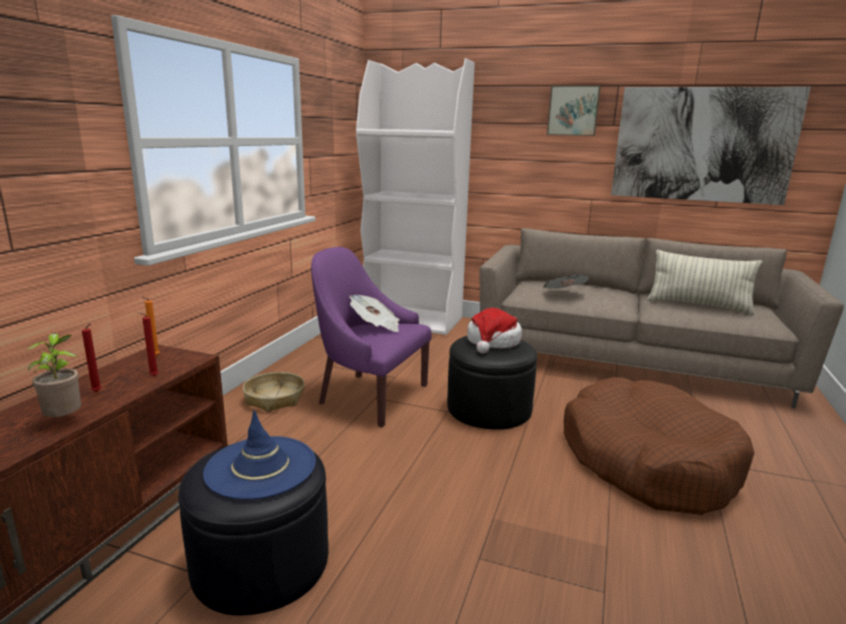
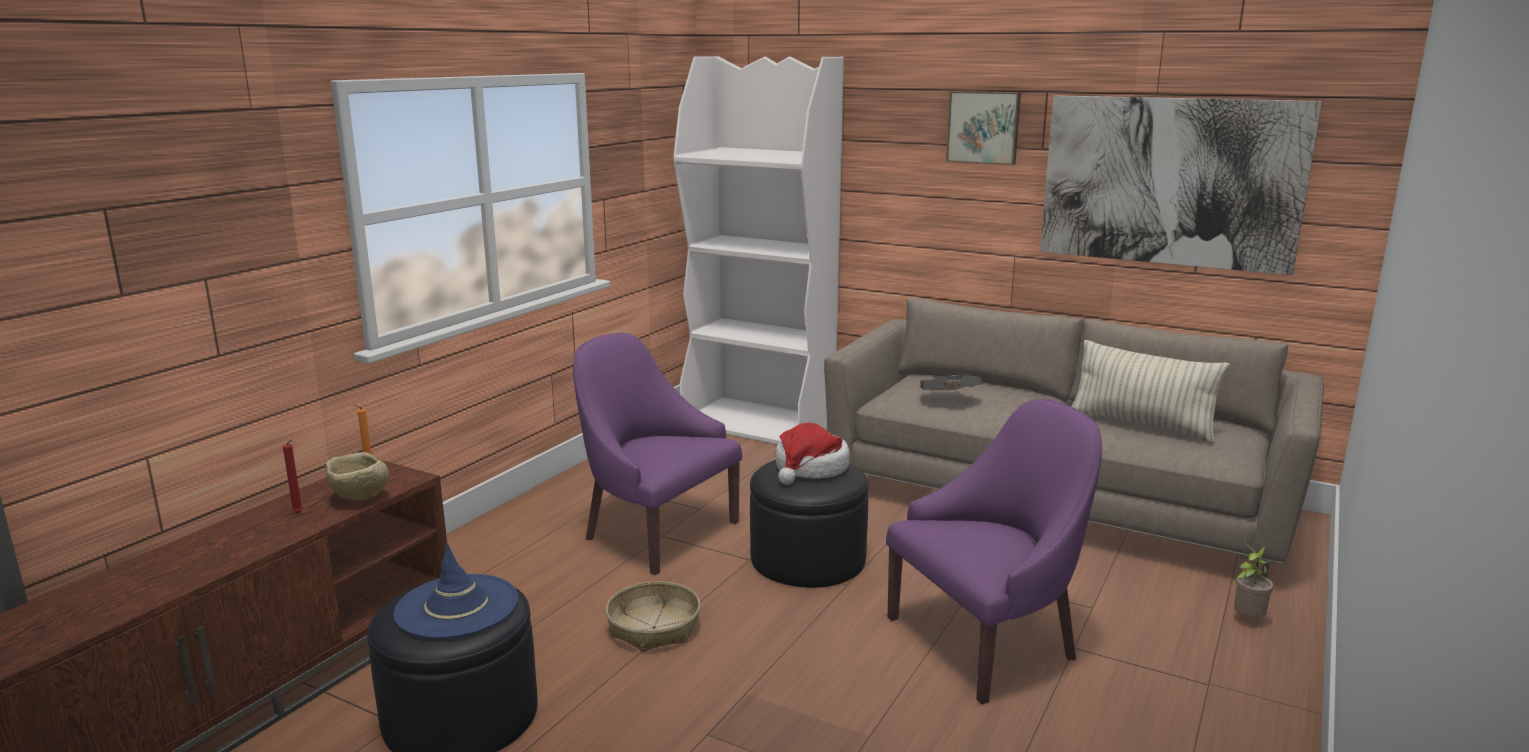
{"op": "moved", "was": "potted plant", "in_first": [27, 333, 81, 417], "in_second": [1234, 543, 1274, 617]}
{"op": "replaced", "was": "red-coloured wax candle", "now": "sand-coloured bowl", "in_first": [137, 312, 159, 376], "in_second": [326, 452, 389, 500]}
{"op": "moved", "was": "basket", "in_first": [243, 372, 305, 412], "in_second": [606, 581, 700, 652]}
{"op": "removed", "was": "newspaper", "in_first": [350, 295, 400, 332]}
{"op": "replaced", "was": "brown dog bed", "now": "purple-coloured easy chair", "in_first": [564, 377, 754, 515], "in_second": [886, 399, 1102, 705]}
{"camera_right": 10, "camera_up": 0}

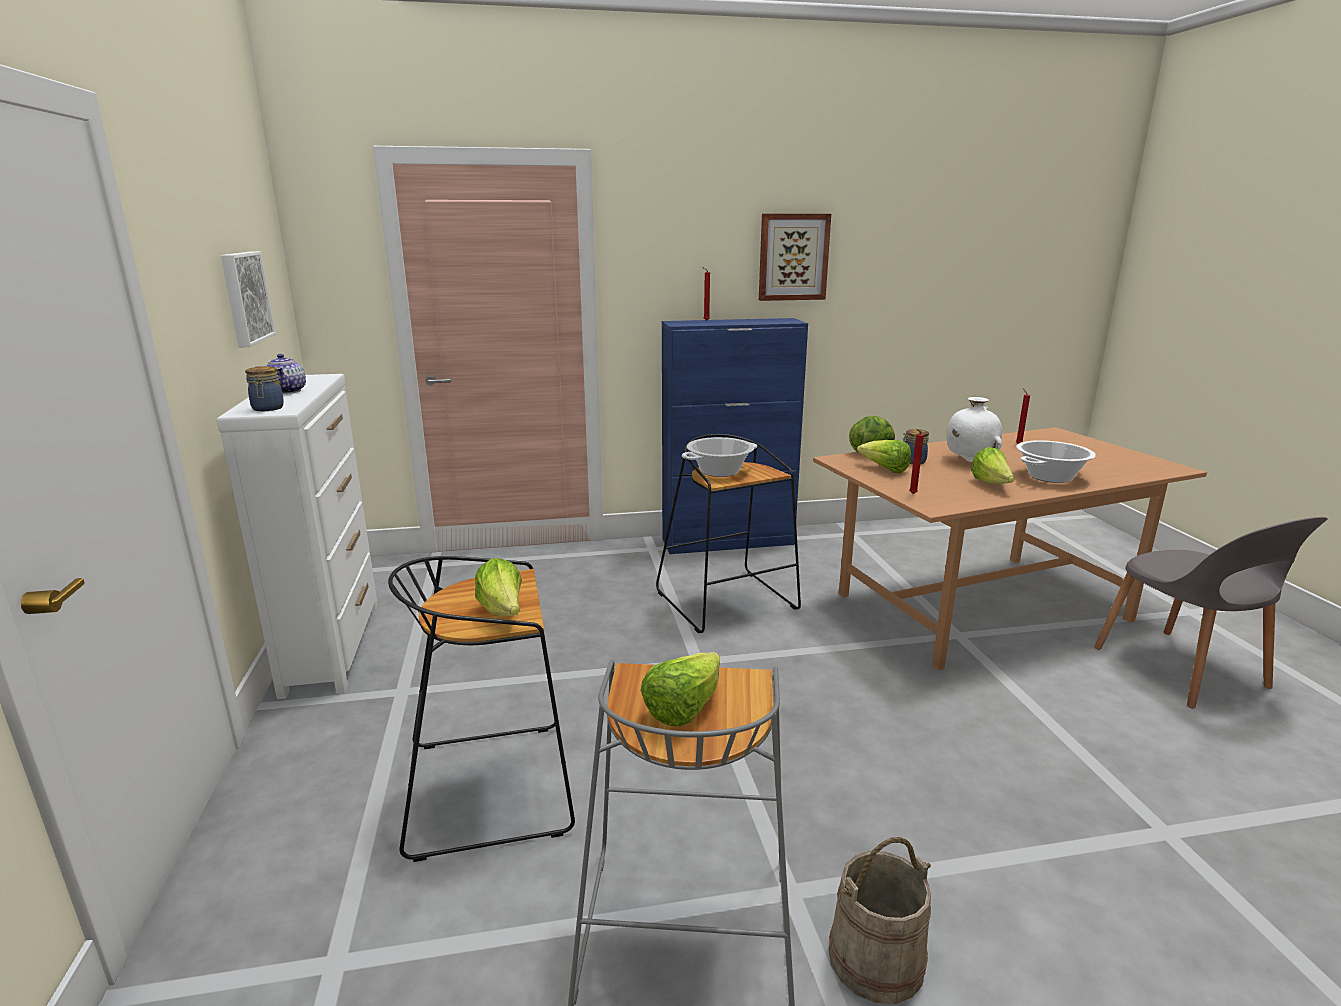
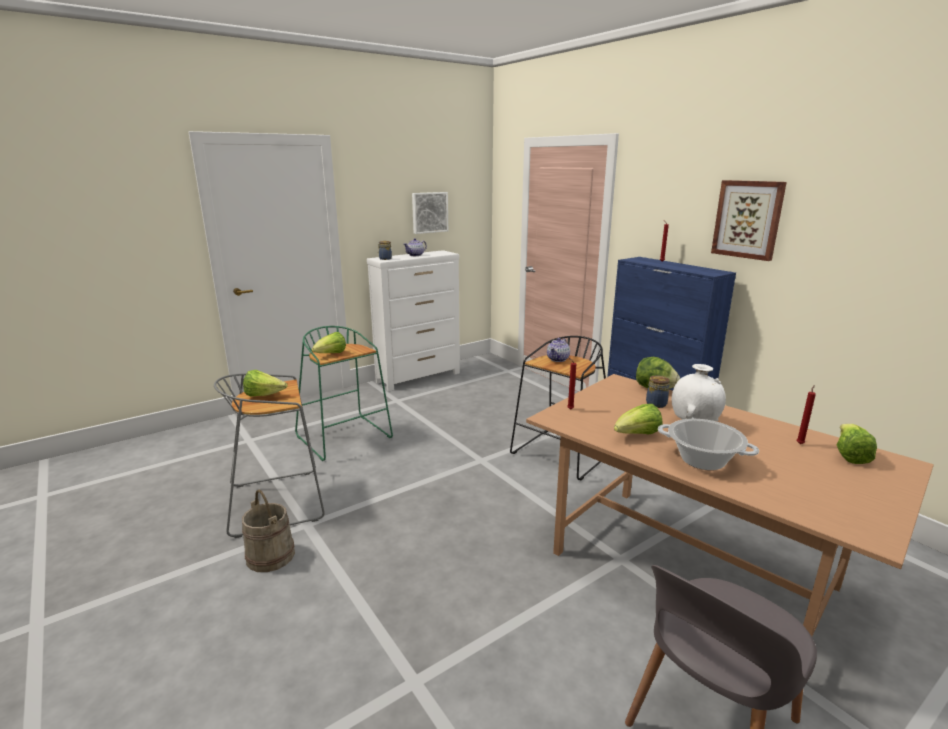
{"op": "recoloured", "was": "black-coloured stool", "now": "green stool", "in_first": [388, 556, 575, 862], "in_second": [295, 326, 393, 461]}
{"op": "replaced", "was": "stockpot", "now": "pot for tea", "in_first": [682, 437, 757, 477], "in_second": [547, 338, 570, 362]}
{"op": "moved", "was": "lettuce", "in_first": [857, 440, 911, 474], "in_second": [837, 424, 877, 464]}
{"camera_right": 65, "camera_up": 0}

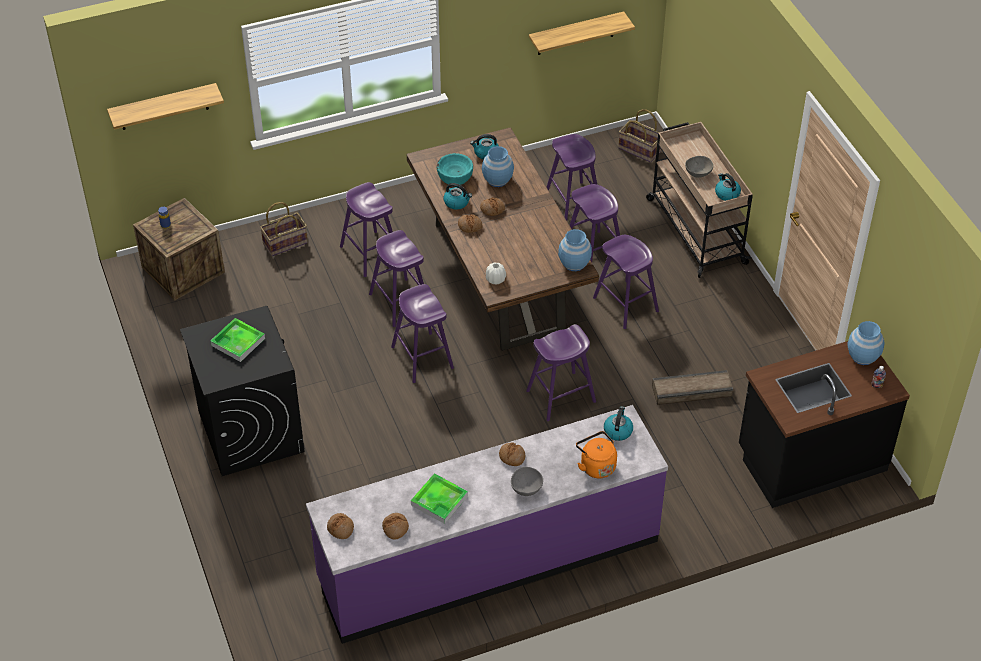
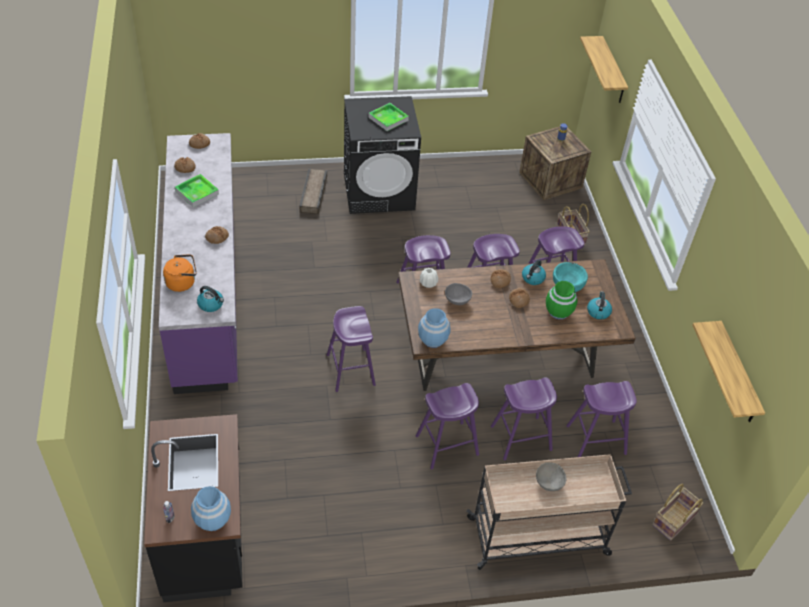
{"op": "recoloured", "was": "blue vase", "now": "green vase", "in_first": [482, 146, 514, 187], "in_second": [546, 281, 577, 319]}
{"op": "moved", "was": "grey bowl", "in_first": [511, 467, 543, 496], "in_second": [445, 283, 472, 305]}
{"op": "moved", "was": "crate", "in_first": [652, 370, 733, 405], "in_second": [299, 169, 327, 214]}
{"op": "removed", "was": "tea kettle", "in_first": [715, 173, 741, 201]}
{"camera_right": 100, "camera_up": 0}

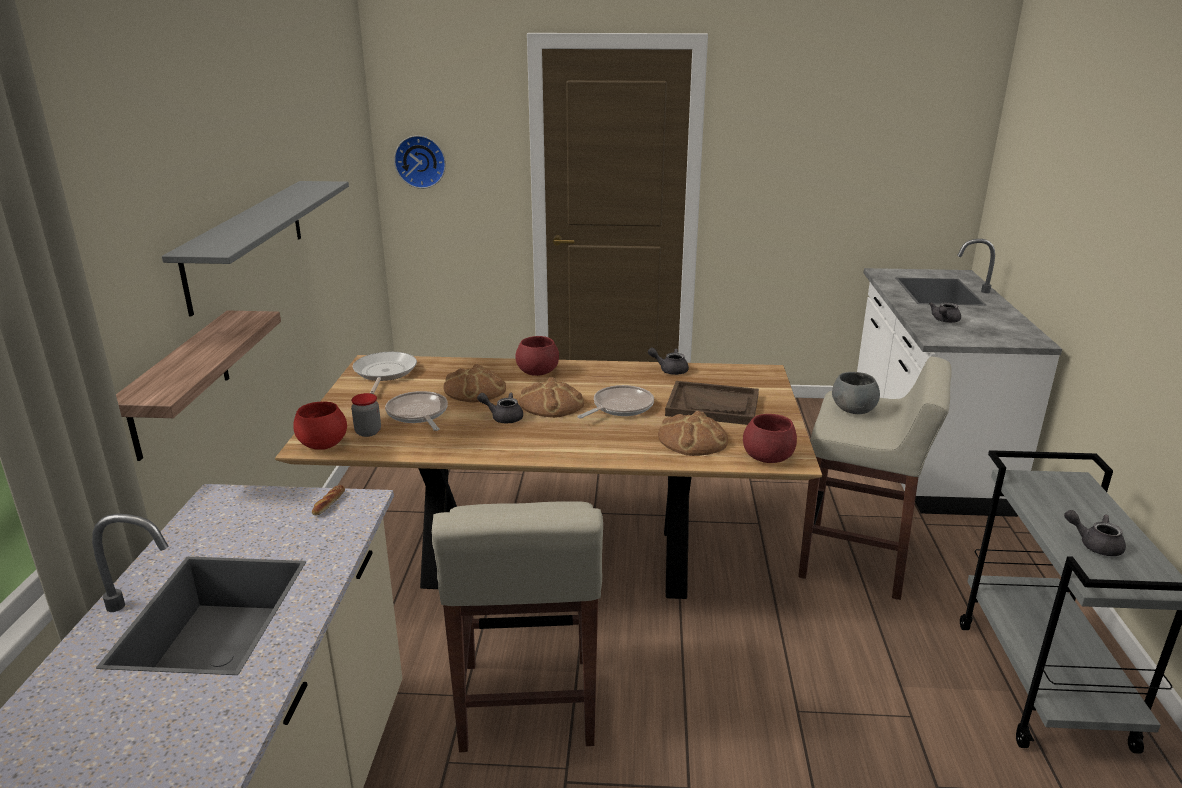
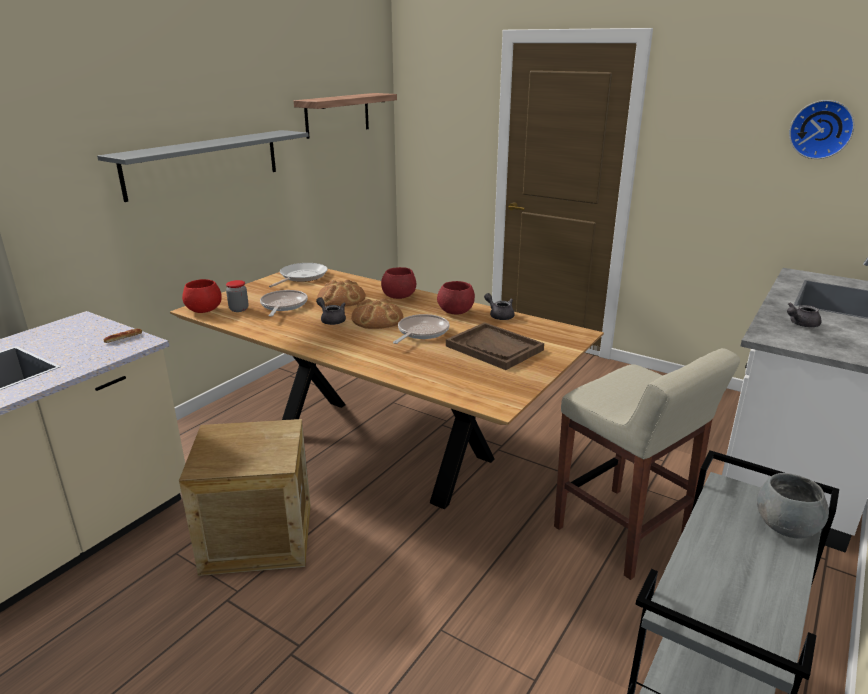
{"op": "moved", "was": "shelf", "in_first": [116, 310, 281, 461], "in_second": [294, 93, 397, 139]}
{"op": "moved", "was": "hanging clock", "in_first": [394, 135, 446, 189], "in_second": [789, 100, 855, 159]}
{"op": "replaced", "was": "sand-coloured stool", "now": "crate", "in_first": [432, 501, 603, 752], "in_second": [179, 419, 311, 576]}
{"op": "turned", "was": "skillet", "in_first": [577, 385, 654, 418], "in_second": [393, 314, 449, 344], "clockwise": -45}
{"op": "removed", "was": "bakery bread", "in_first": [658, 411, 728, 456]}
{"op": "moved", "was": "red-coloured bowl", "in_first": [743, 414, 797, 463], "in_second": [437, 281, 475, 315]}
{"op": "moved", "was": "grey bowl", "in_first": [832, 372, 880, 414], "in_second": [757, 473, 829, 539]}
{"op": "removed", "was": "grey pot for tea", "in_first": [1064, 510, 1126, 556]}
{"camera_right": 30, "camera_up": 0}

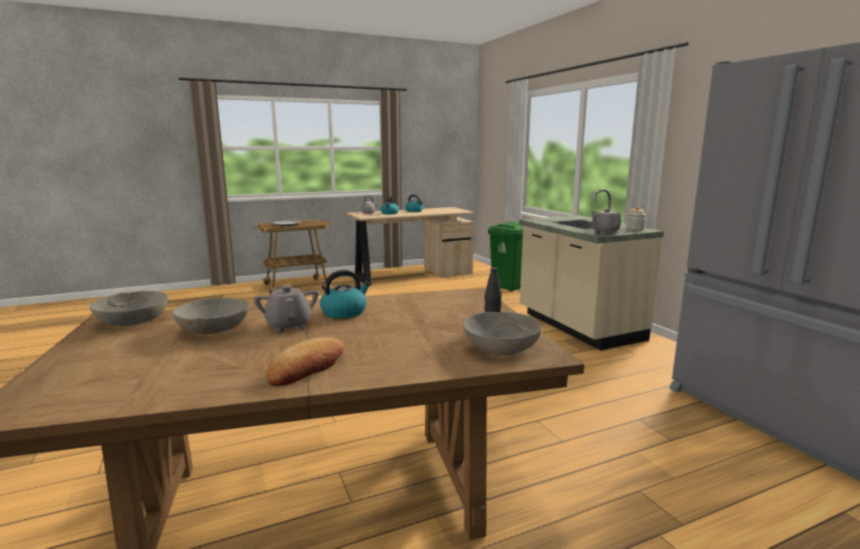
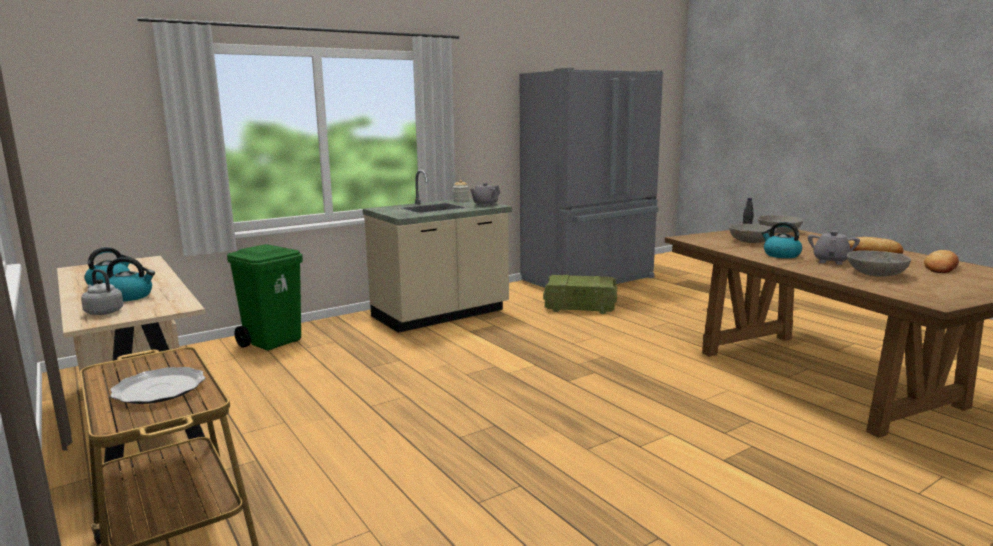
{"op": "moved", "was": "grey bowl", "in_first": [89, 291, 168, 326], "in_second": [729, 224, 777, 243]}
{"op": "turned", "was": "grey pot for tea", "in_first": [254, 285, 319, 332], "in_second": [808, 231, 860, 265], "clockwise": 150}
{"op": "added", "now": "crate", "in_second": [543, 275, 617, 314]}
{"op": "added", "now": "bakery bread", "in_second": [924, 250, 959, 273]}
{"camera_right": -100, "camera_up": 0}

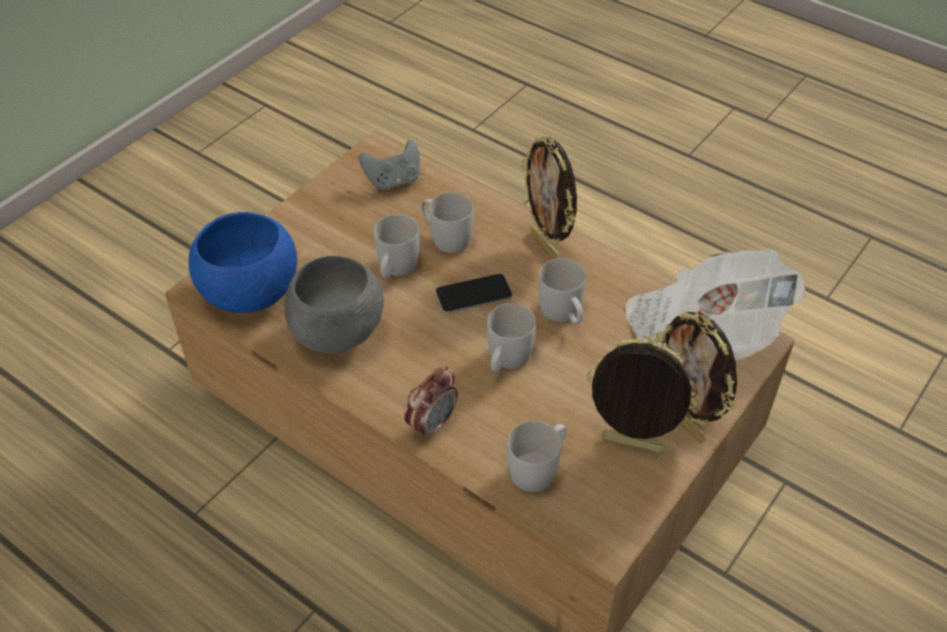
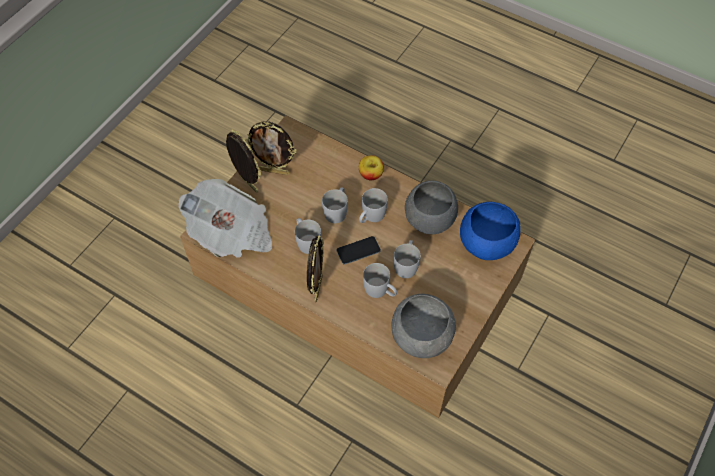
{"op": "replaced", "was": "grey gamepad", "now": "grey bowl", "in_first": [359, 140, 420, 191], "in_second": [392, 294, 456, 358]}
{"op": "replaced", "was": "alarm clock", "now": "whole apple", "in_first": [404, 366, 458, 440], "in_second": [359, 155, 384, 180]}
{"op": "moved", "was": "white-coloured tea mug", "in_first": [507, 421, 567, 492], "in_second": [359, 188, 388, 223]}
{"op": "turned", "was": "standing frame", "in_first": [522, 135, 577, 259], "in_second": [307, 236, 324, 303], "clockwise": 45}
{"camera_right": 175, "camera_up": 10}

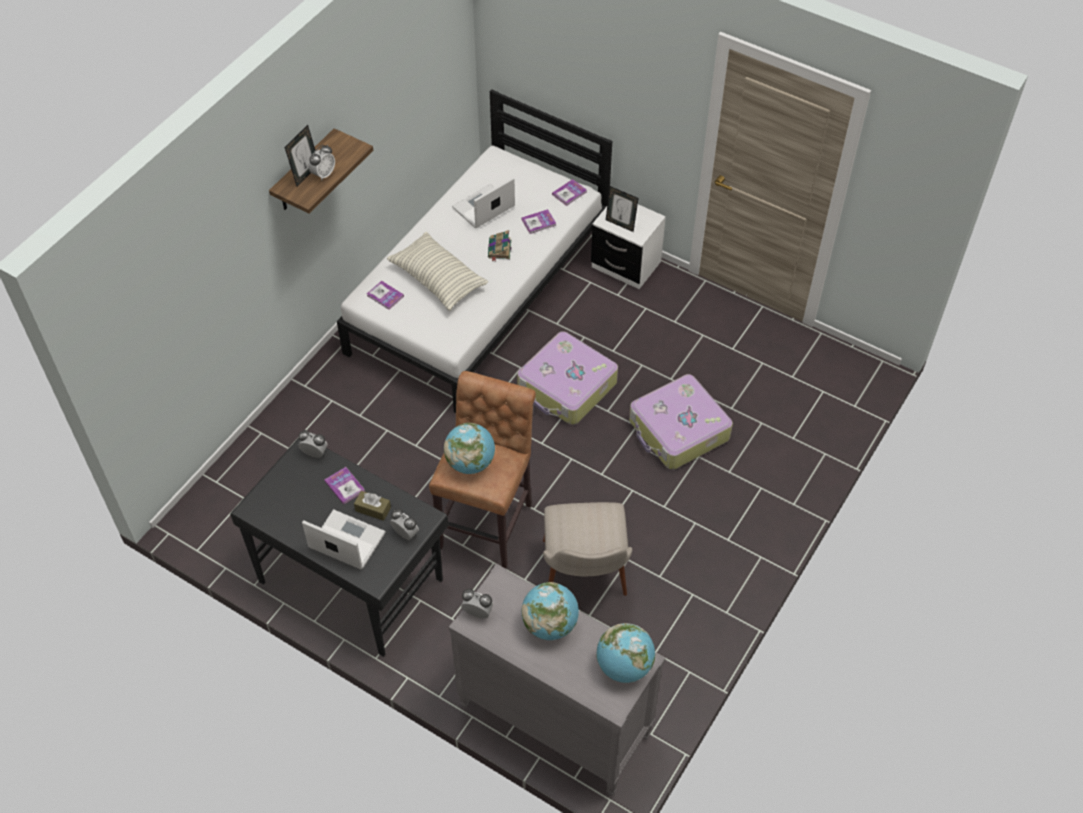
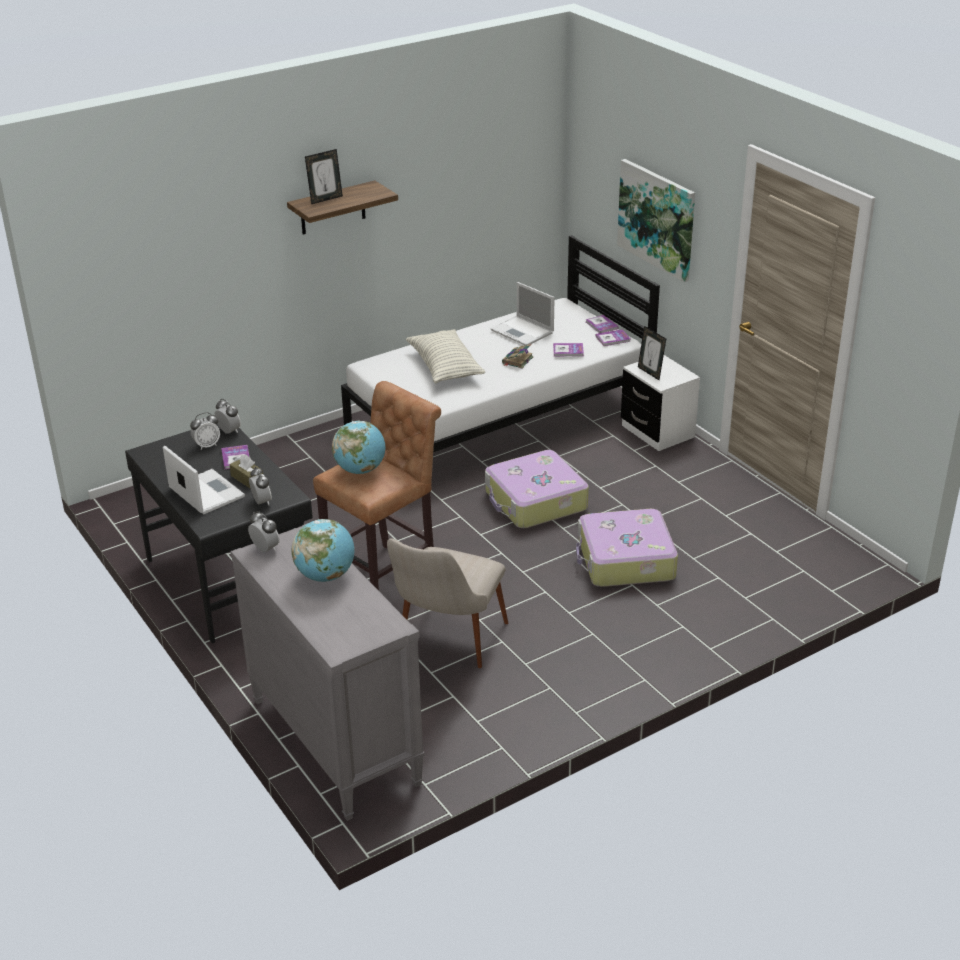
{"op": "moved", "was": "alarm clock", "in_first": [308, 145, 335, 181], "in_second": [190, 412, 220, 450]}
{"op": "moved", "was": "volume", "in_first": [367, 281, 404, 310], "in_second": [585, 315, 619, 333]}
{"op": "turned", "was": "laptop", "in_first": [452, 177, 515, 228], "in_second": [491, 282, 555, 345], "clockwise": -120}
{"op": "removed", "was": "world globe", "in_first": [596, 623, 655, 683]}
{"op": "added", "now": "wall picture", "in_second": [617, 159, 695, 282]}
{"camera_right": 25, "camera_up": -20}

